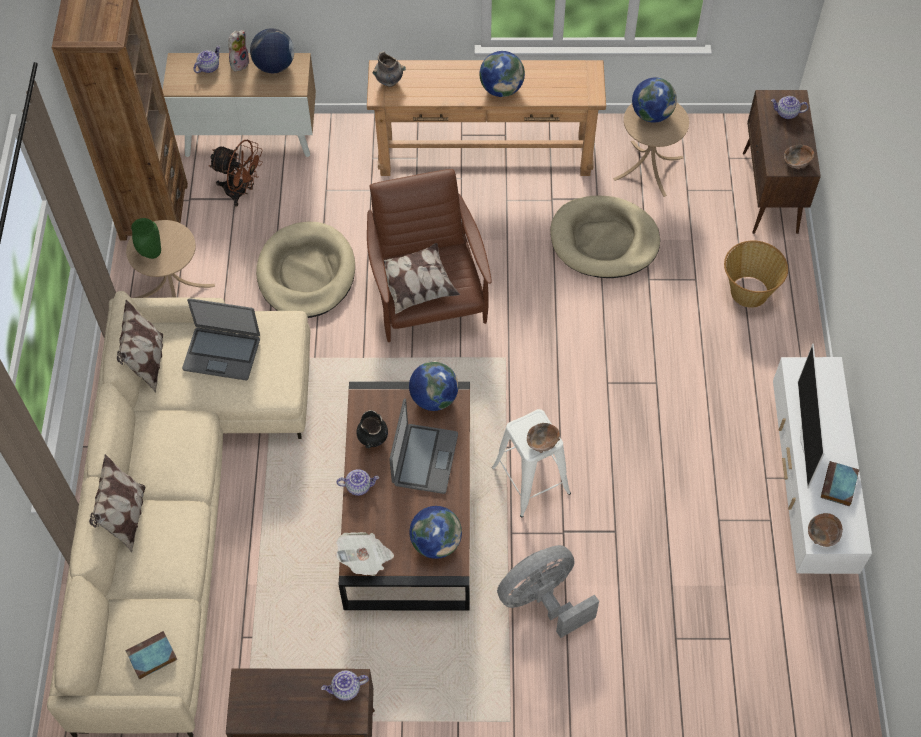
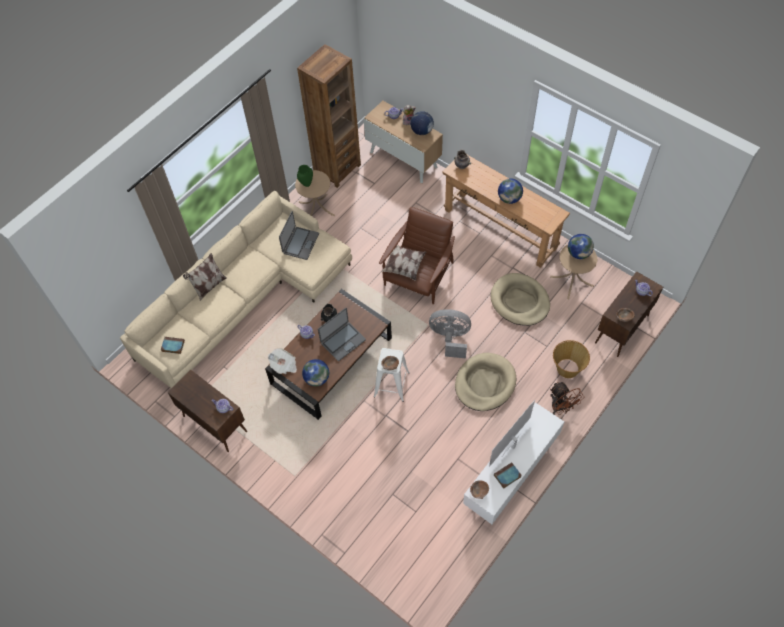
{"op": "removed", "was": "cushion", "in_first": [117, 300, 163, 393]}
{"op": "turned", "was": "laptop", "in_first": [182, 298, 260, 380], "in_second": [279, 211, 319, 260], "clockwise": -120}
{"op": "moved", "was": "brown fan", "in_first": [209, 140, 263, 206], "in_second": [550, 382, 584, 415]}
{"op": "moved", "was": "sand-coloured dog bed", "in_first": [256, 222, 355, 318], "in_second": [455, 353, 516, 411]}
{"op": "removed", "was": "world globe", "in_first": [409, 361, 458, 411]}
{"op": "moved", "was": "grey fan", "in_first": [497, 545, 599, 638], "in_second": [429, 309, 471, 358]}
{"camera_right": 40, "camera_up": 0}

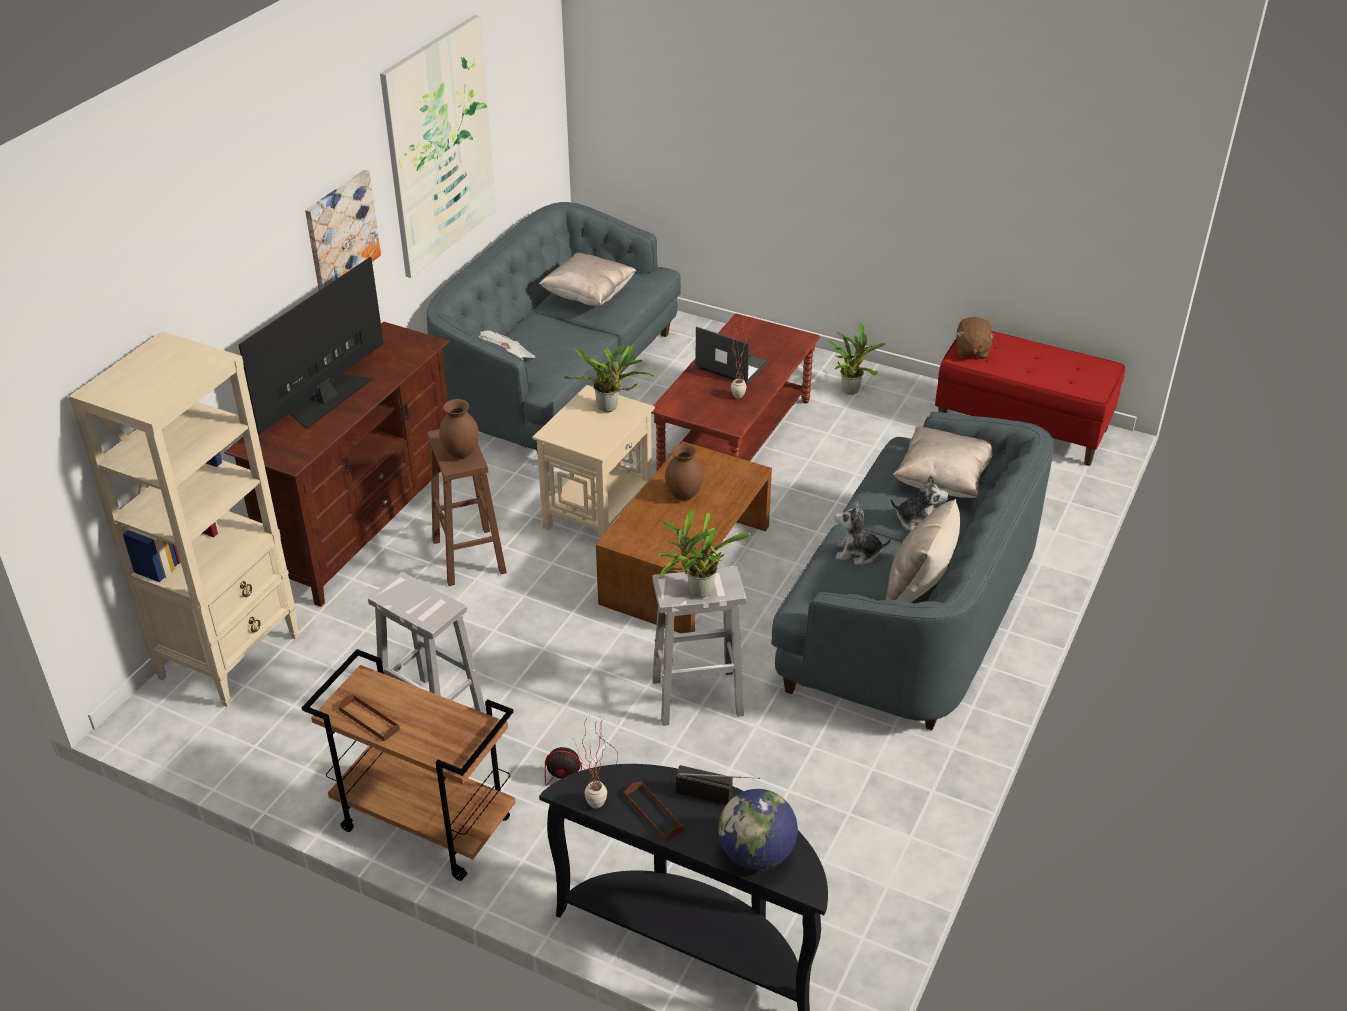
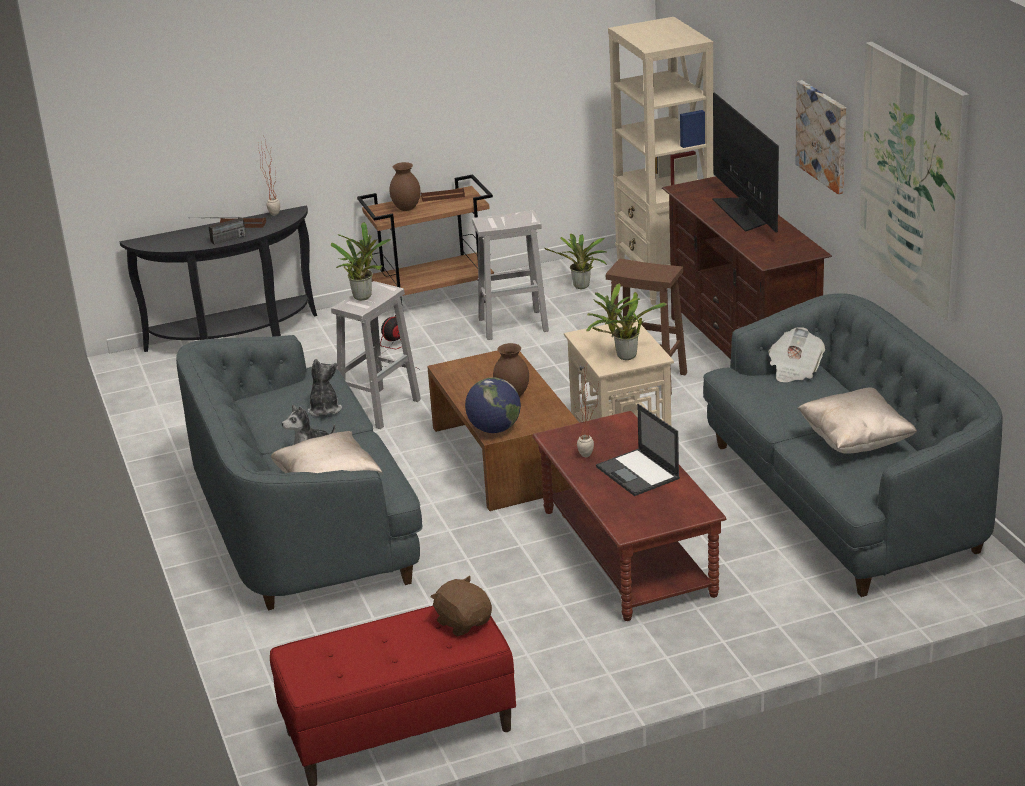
{"op": "moved", "was": "brown vase", "in_first": [439, 399, 479, 458], "in_second": [389, 162, 421, 211]}
{"op": "turned", "was": "laptop", "in_first": [695, 327, 769, 385], "in_second": [596, 404, 680, 496], "clockwise": 75}
{"op": "moved", "was": "world globe", "in_first": [718, 789, 798, 870], "in_second": [465, 378, 521, 433]}
{"op": "moved", "was": "potted plant", "in_first": [829, 323, 886, 395], "in_second": [544, 234, 607, 289]}
{"op": "turned", "was": "cuddly toy", "in_first": [835, 501, 891, 565], "in_second": [308, 359, 342, 416], "clockwise": -60}
{"op": "removed", "was": "sand-coloured cushion", "in_first": [886, 499, 960, 602]}
{"camera_right": 135, "camera_up": -10}

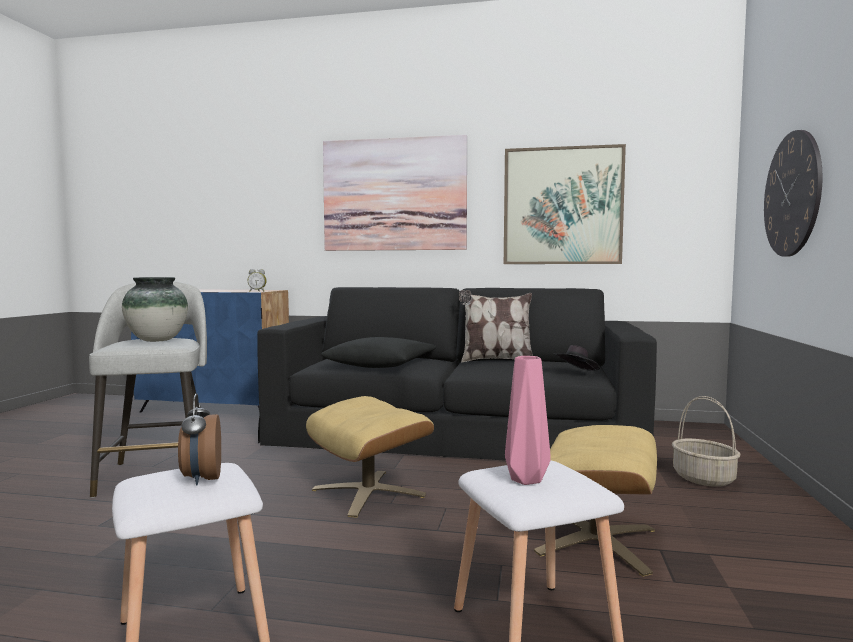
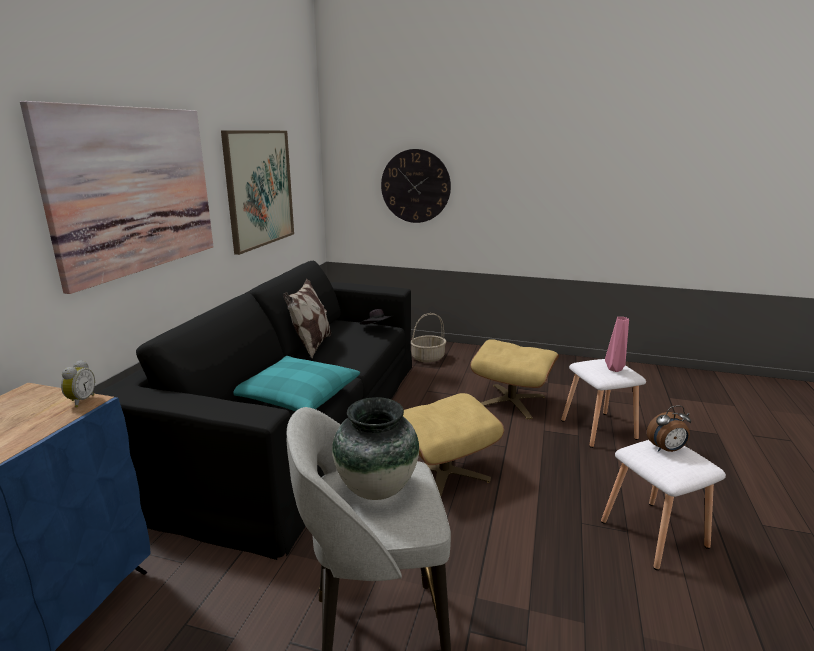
{"op": "recoloured", "was": "black-coloured cushion", "now": "blue-green cushion", "in_first": [321, 337, 437, 368], "in_second": [233, 356, 360, 411]}
{"camera_right": -85, "camera_up": 15}

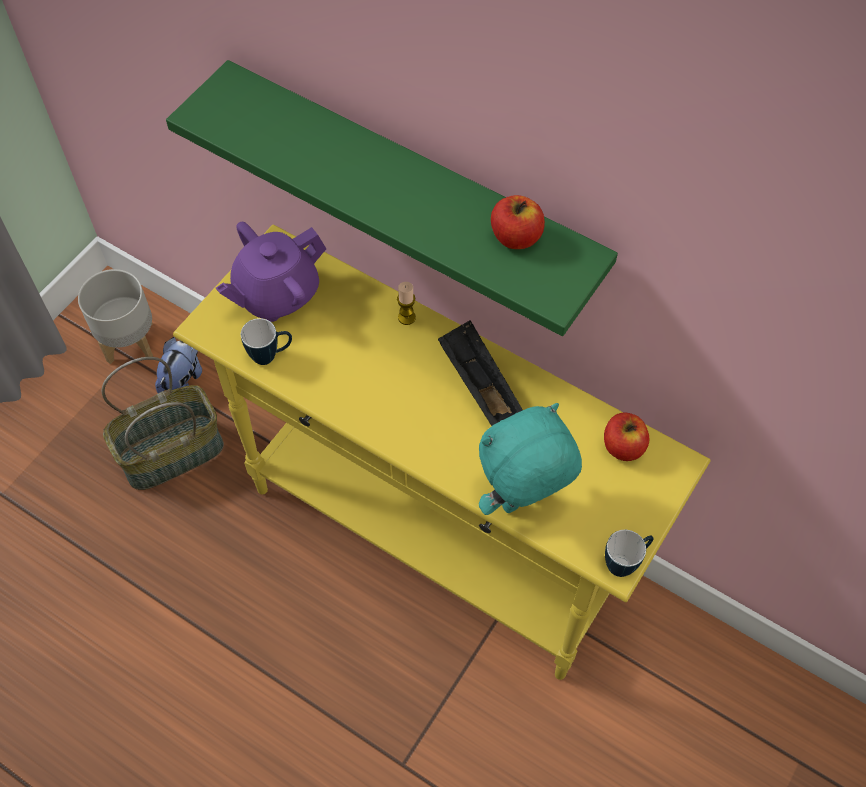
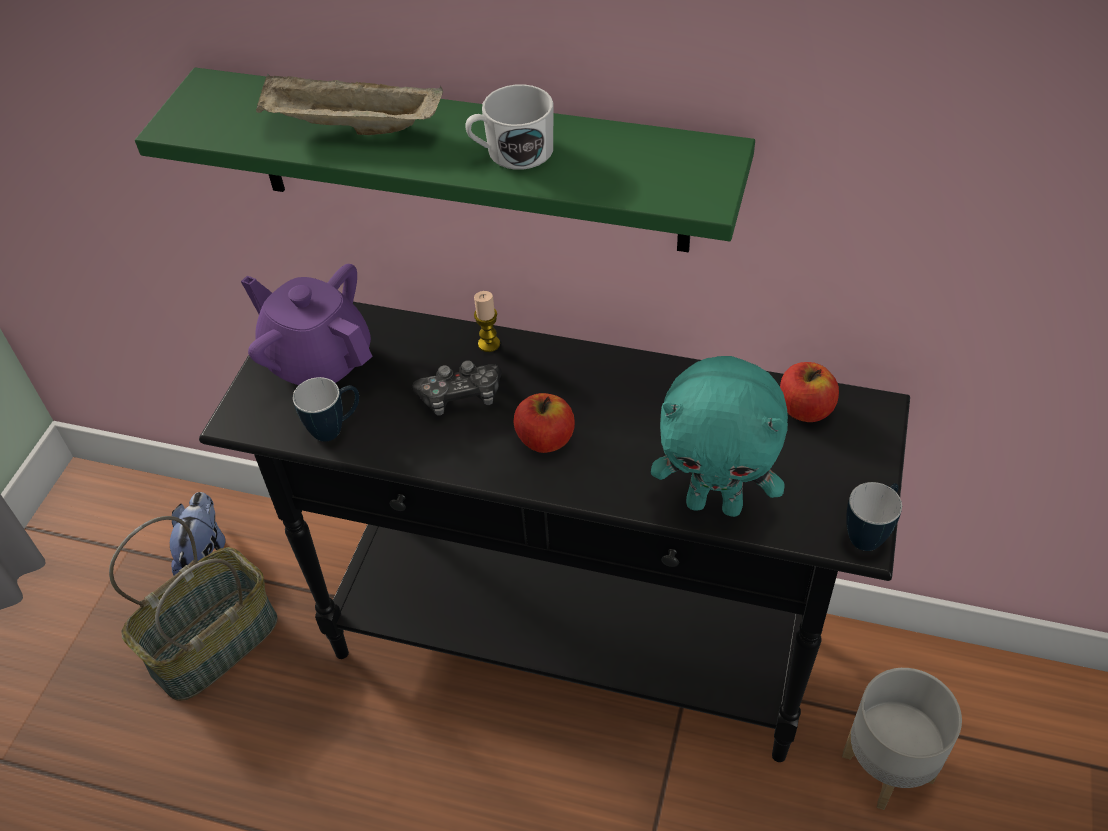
{"op": "moved", "was": "grey flower pot", "in_first": [78, 269, 153, 364], "in_second": [842, 668, 962, 810]}
{"op": "recoloured", "was": "yellowish narrow table", "now": "black-coloured narrow table", "in_first": [173, 224, 711, 680], "in_second": [199, 302, 910, 762]}
{"op": "turned", "was": "purple-coloured pot for tea", "in_first": [216, 222, 326, 322], "in_second": [241, 264, 373, 385], "clockwise": 90}
{"op": "removed", "was": "black-coloured carrying tray", "in_first": [438, 320, 523, 426]}
{"op": "turned", "was": "blue-green cuddly toy", "in_first": [479, 403, 582, 515], "in_second": [651, 356, 788, 517], "clockwise": -120}
{"op": "moved", "was": "whole apple", "in_first": [491, 195, 545, 249], "in_second": [514, 393, 575, 453]}
{"op": "added", "now": "sand-coloured carrying tray", "in_second": [256, 74, 443, 135]}
{"op": "added", "now": "gamepad", "in_second": [412, 361, 502, 416]}
{"op": "added", "now": "white-coloured tea mug", "in_second": [465, 84, 553, 170]}
{"camera_right": -15, "camera_up": -10}

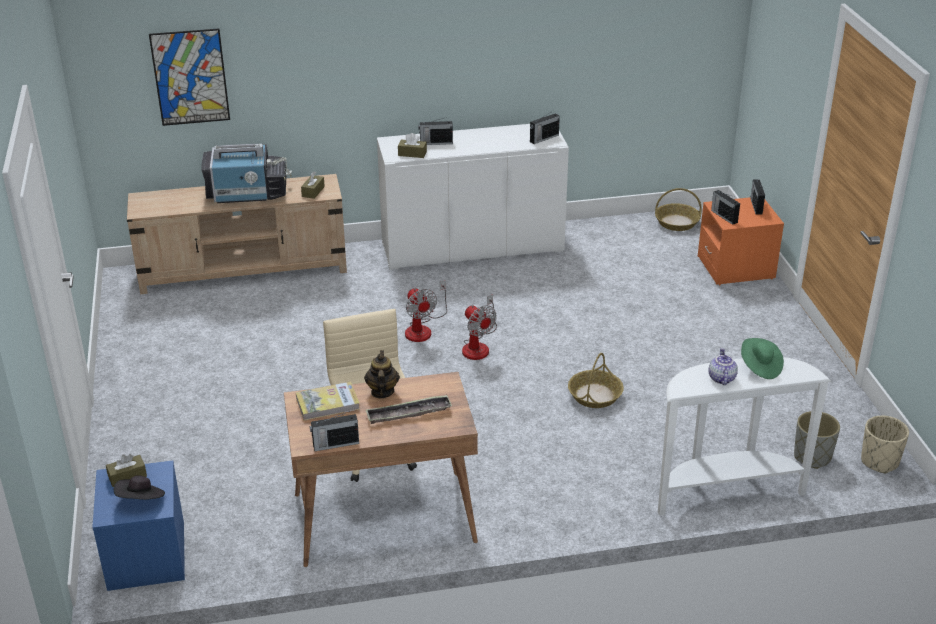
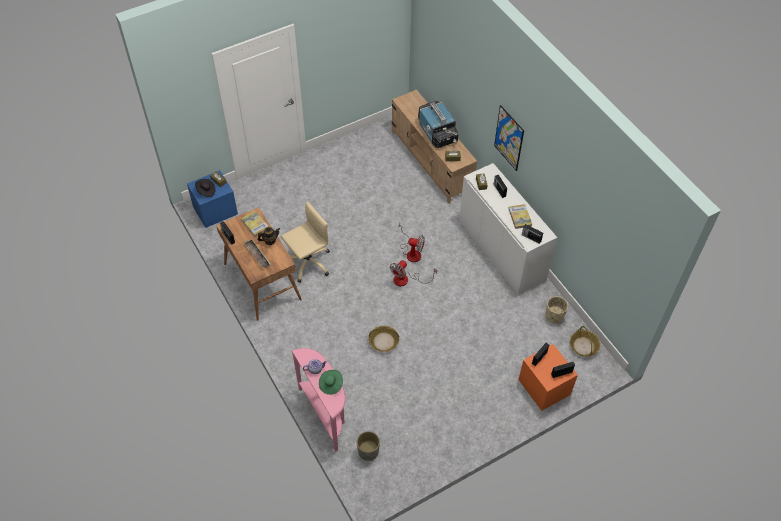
{"op": "moved", "was": "wall picture", "in_first": [149, 28, 230, 126], "in_second": [494, 105, 524, 171]}
{"op": "turned", "was": "fan", "in_first": [405, 280, 447, 342], "in_second": [399, 223, 425, 262], "clockwise": -120}
{"op": "recoloured", "was": "white-coloured narrow table", "now": "pink narrow table", "in_first": [658, 357, 831, 516], "in_second": [292, 348, 346, 452]}
{"op": "moved", "was": "sand-coloured flower pot", "in_first": [861, 416, 909, 473], "in_second": [545, 296, 568, 324]}
{"op": "added", "now": "volume", "in_second": [508, 204, 532, 229]}
{"camera_right": 70, "camera_up": 20}

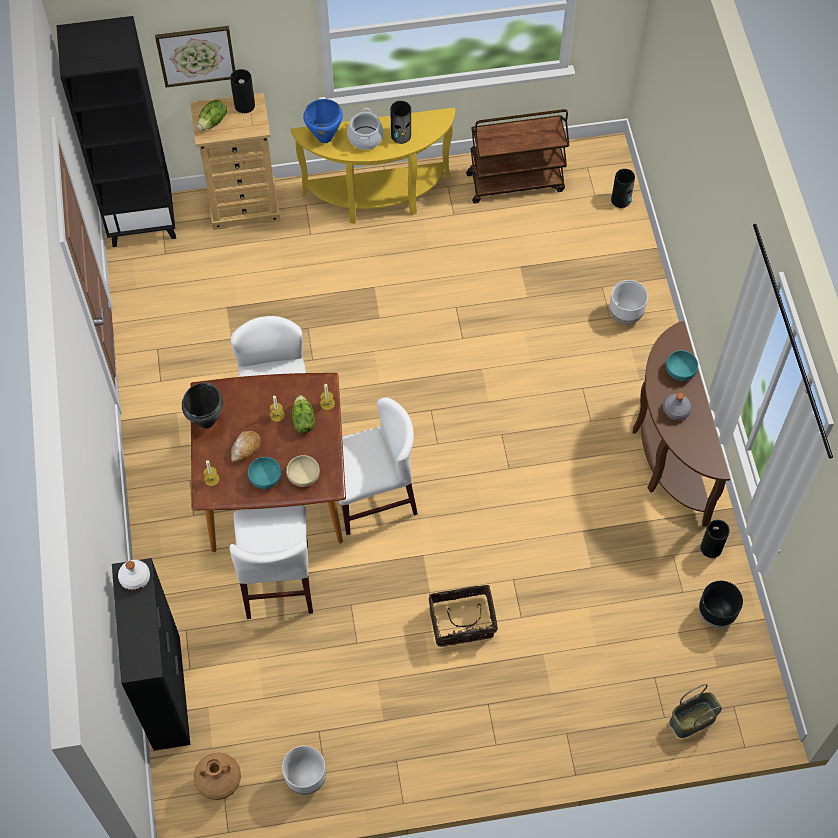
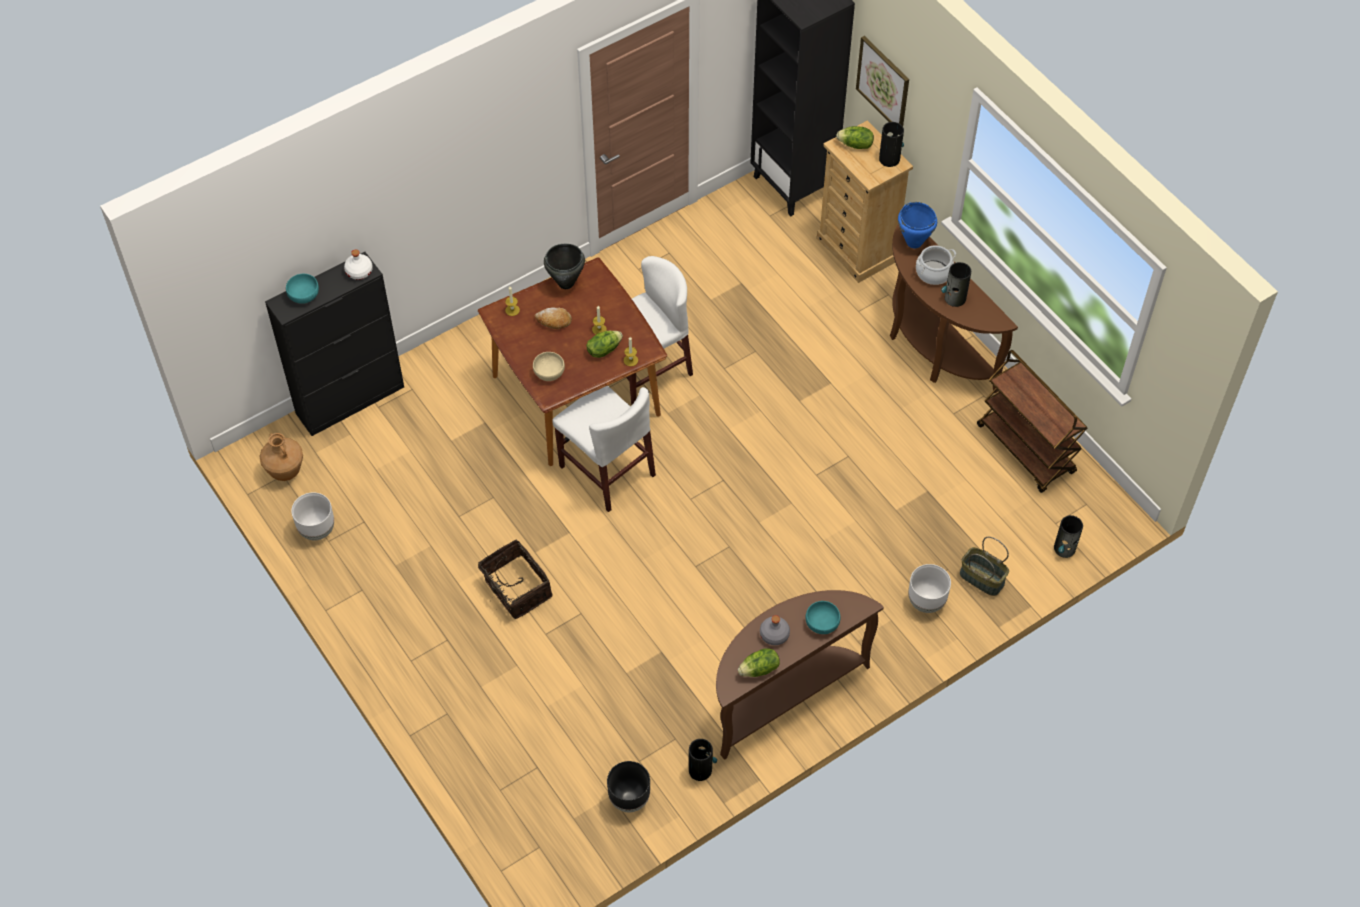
{"op": "removed", "was": "white-coloured plain chair", "in_first": [229, 505, 313, 619]}
{"op": "moved", "was": "blue-green bowl", "in_first": [248, 457, 281, 489], "in_second": [286, 274, 319, 304]}
{"op": "recoloured", "was": "yellowish narrow table", "now": "brown narrow table", "in_first": [291, 107, 455, 224], "in_second": [890, 224, 1018, 393]}
{"op": "moved", "was": "basket", "in_first": [669, 684, 722, 738], "in_second": [960, 537, 1009, 596]}
{"op": "added", "now": "lettuce", "in_second": [738, 648, 780, 677]}
{"camera_right": 65, "camera_up": -5}

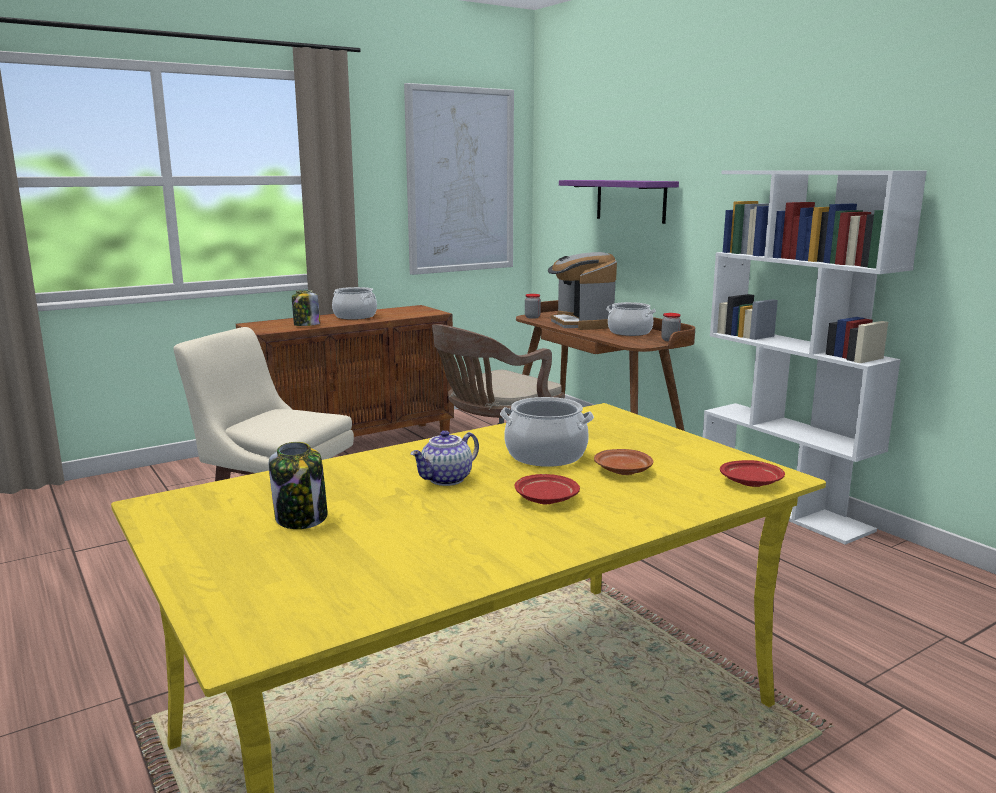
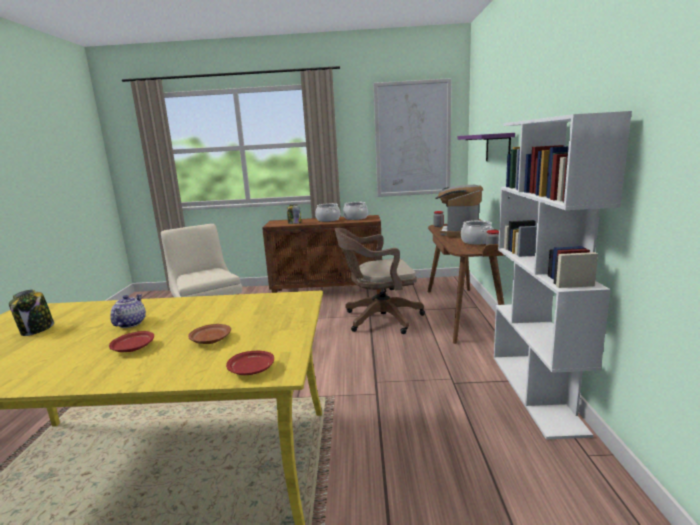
{"op": "turned", "was": "pot for tea", "in_first": [410, 430, 479, 486], "in_second": [110, 294, 146, 328], "clockwise": 105}
{"op": "moved", "was": "stockpot", "in_first": [500, 397, 594, 467], "in_second": [343, 202, 368, 220]}
{"camera_right": 35, "camera_up": 0}

